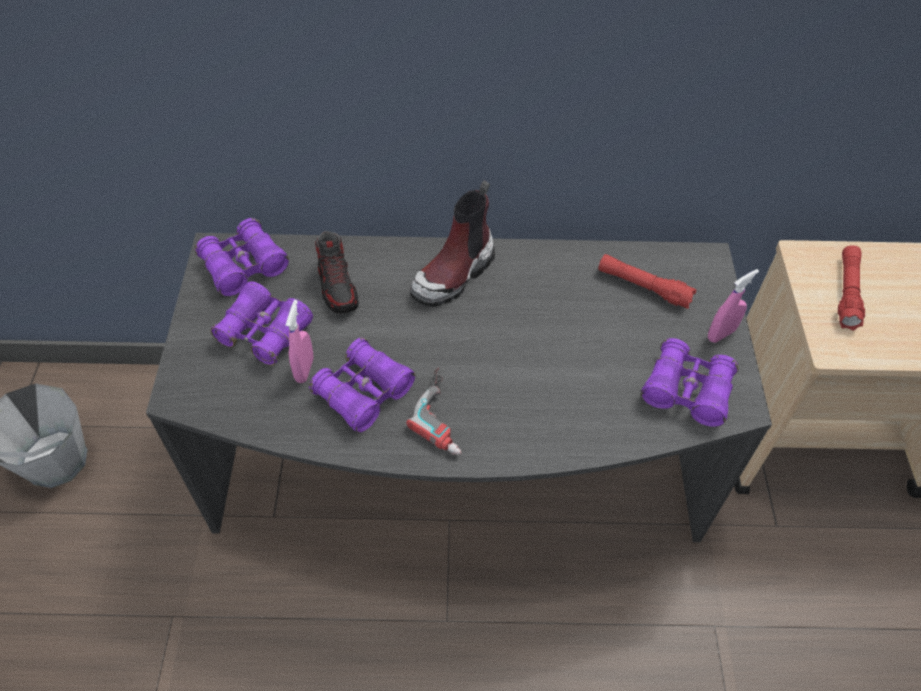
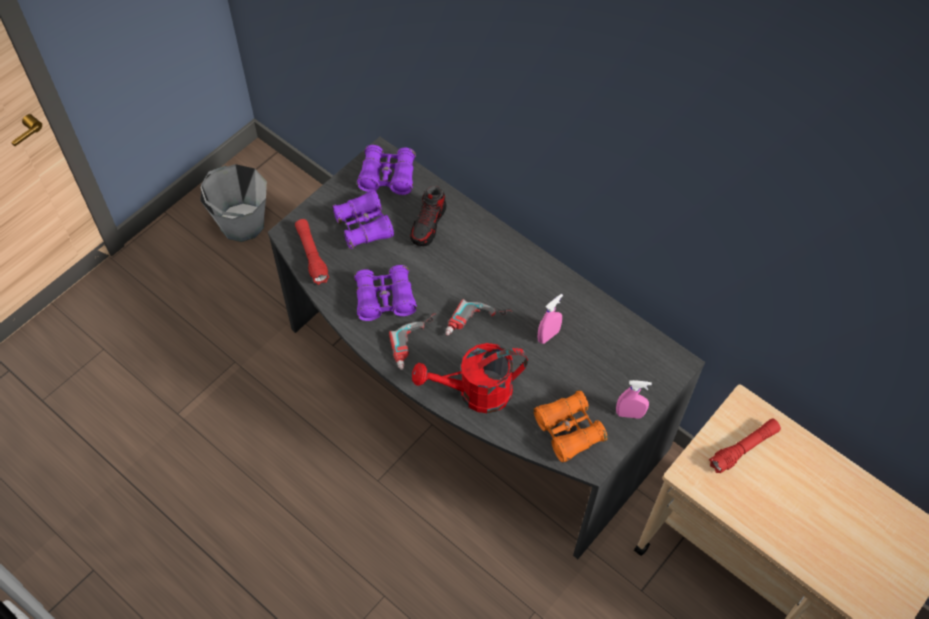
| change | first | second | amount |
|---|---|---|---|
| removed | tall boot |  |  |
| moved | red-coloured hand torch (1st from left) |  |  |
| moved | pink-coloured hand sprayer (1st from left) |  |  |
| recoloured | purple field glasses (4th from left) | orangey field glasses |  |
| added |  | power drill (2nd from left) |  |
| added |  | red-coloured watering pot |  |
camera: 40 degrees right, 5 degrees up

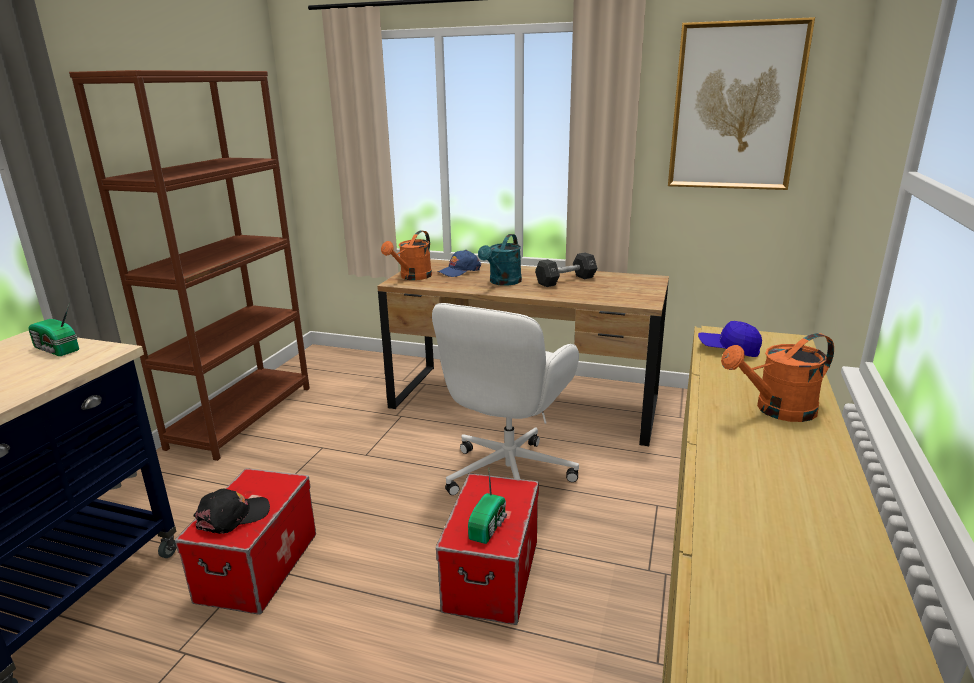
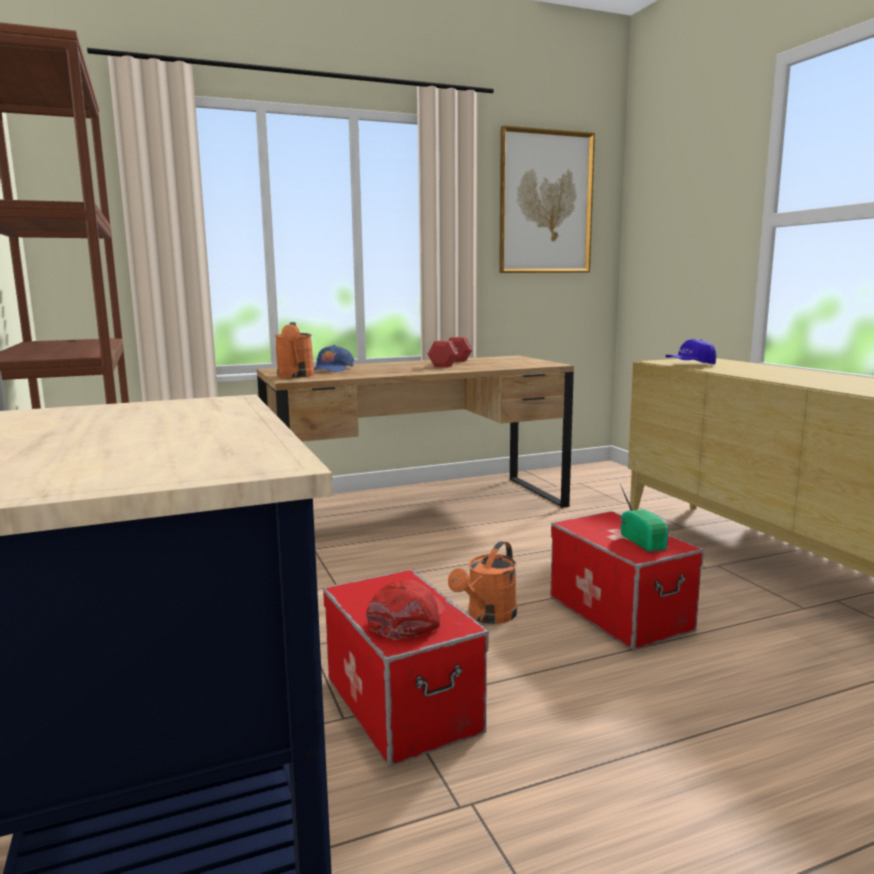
| change | first | second | amount |
|---|---|---|---|
| removed | turquoise watering pot |  |  |
| recoloured | blackish dumbbell | red-coloured dumbbell |  |
| removed | radio set (1st from left) |  |  |
| removed | white computer chair |  |  |
| moved | orangey watering pot (2nd from left) |  |  |
| recoloured | blackish cap | red-coloured cap |  |
camera: 40 degrees left, 10 degrees down

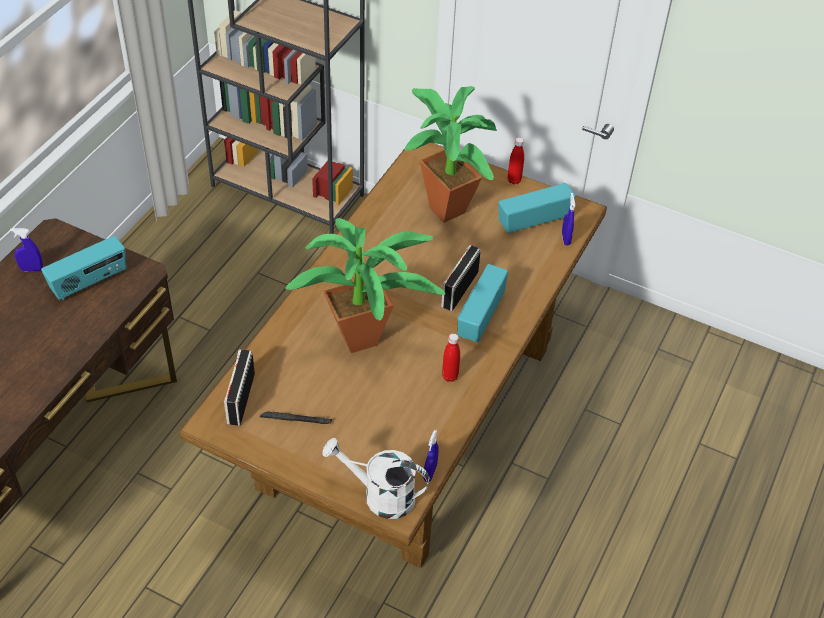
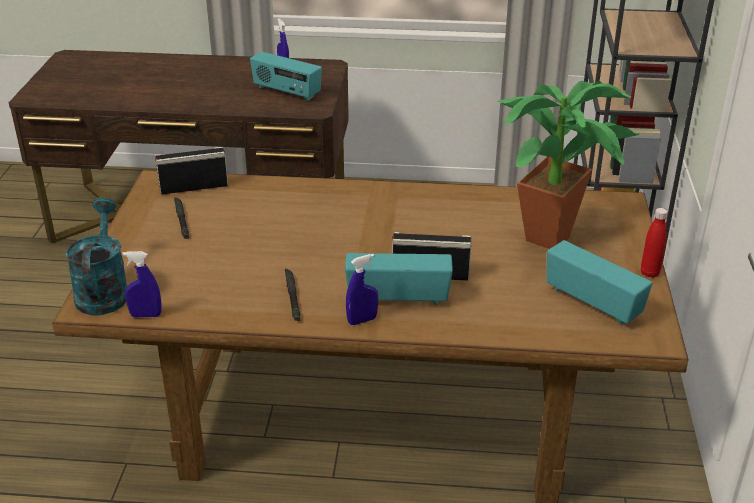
| change | first | second | amount |
|---|---|---|---|
| moved | blue-coloured hand sprayer (3rd from left) |  |  |
| removed | plant in a pot (1st from left) |  |  |
| replaced | red-coloured drink bottle (1st from left) | blackish hand torch (2nd from left) |  |
| recoloured | white watering pot | turquoise watering pot |  |
camera: 70 degrees right, 15 degrees down

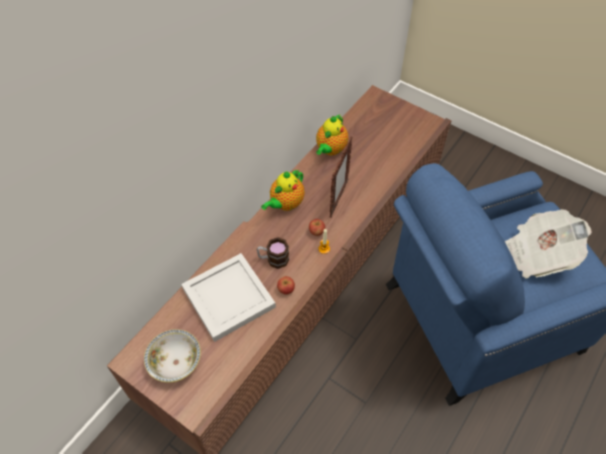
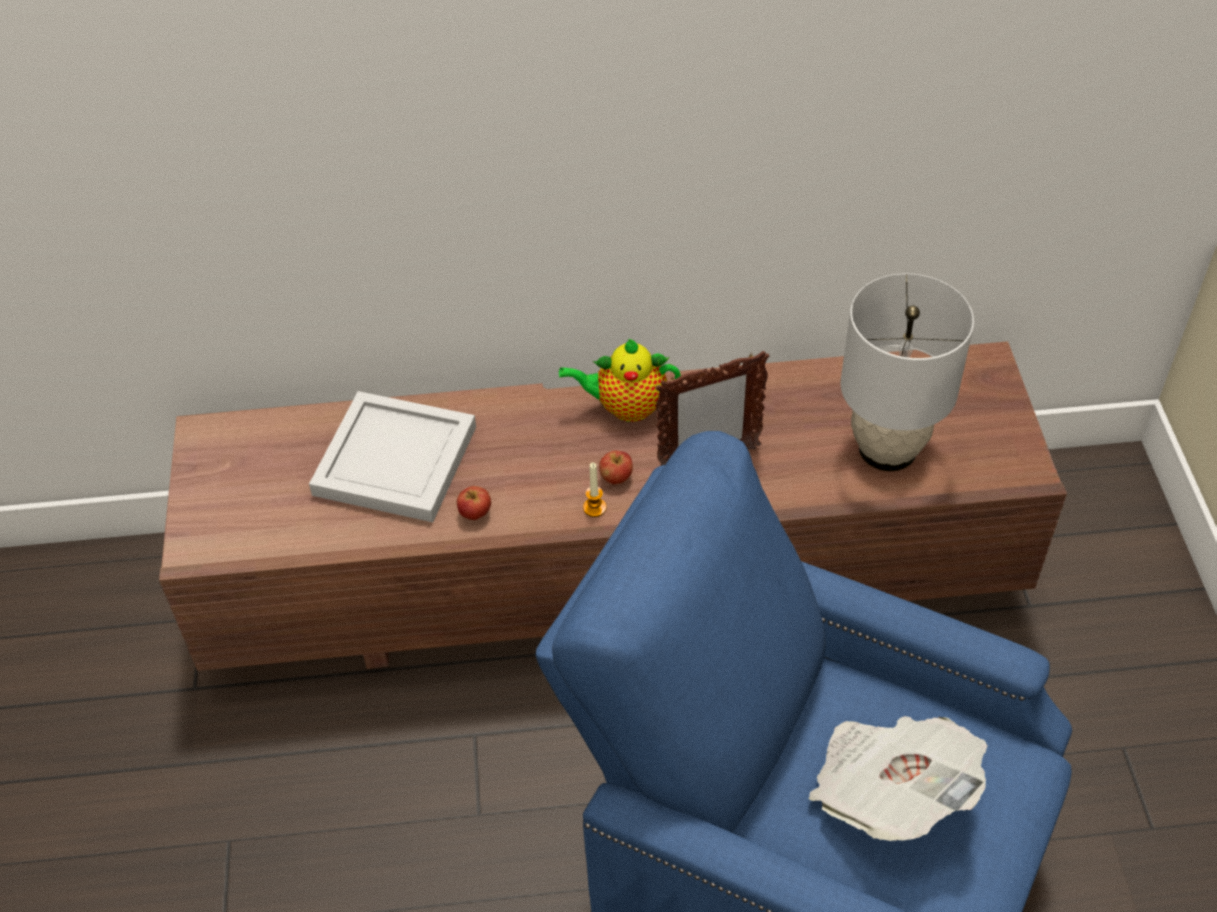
| change | first | second | amount |
|---|---|---|---|
| removed | tea pot (2nd from left) |  |  |
| removed | tea mug |  |  |
| removed | bowl |  |  |
| added |  | white table lamp |  |
camera: 50 degrees right, 5 degrees down

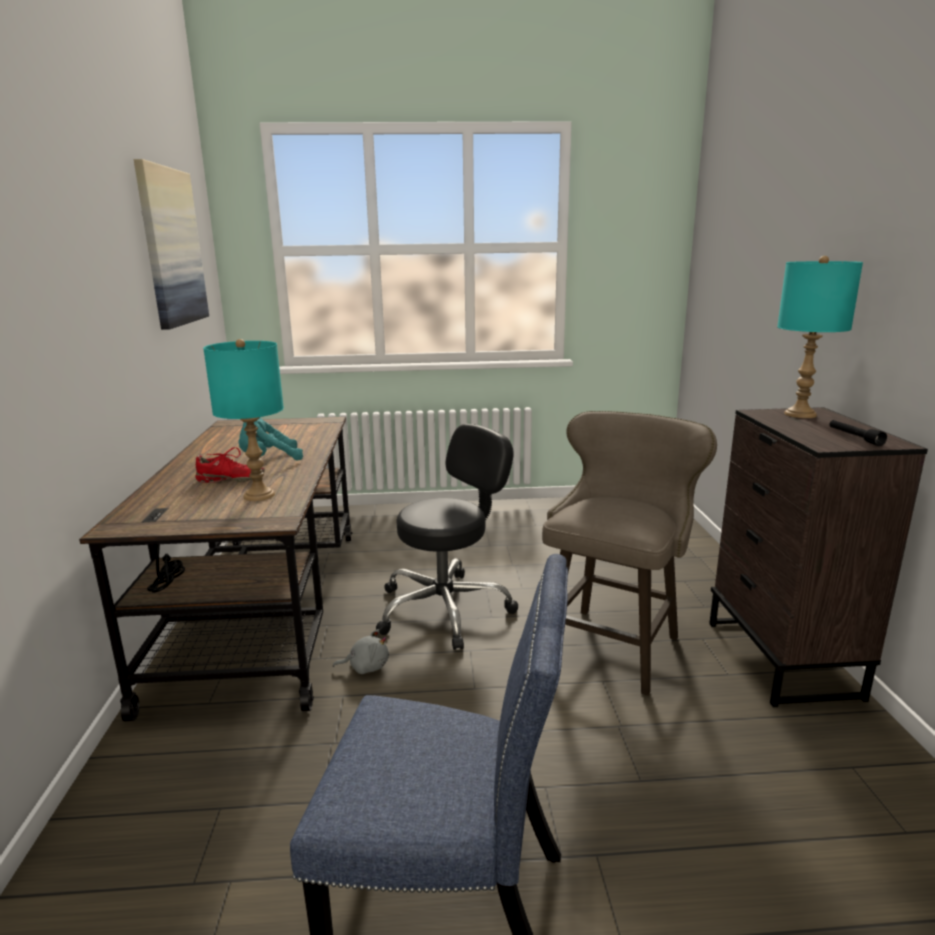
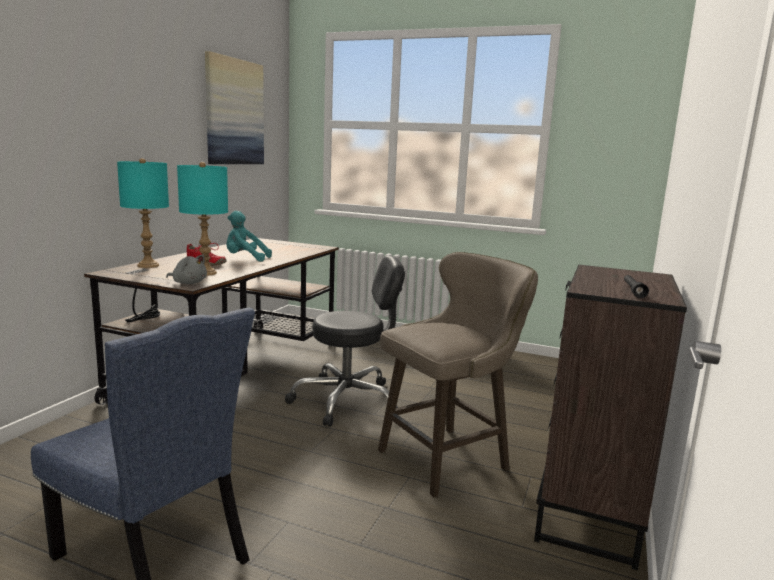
| change | first | second | amount |
|---|---|---|---|
| moved | turquoise table lamp (2nd from left in the first image) | turquoise table lamp (1st from left) |  |
| moved | greyish cuddly toy |  |  |
camera: 25 degrees right, 5 degrees down

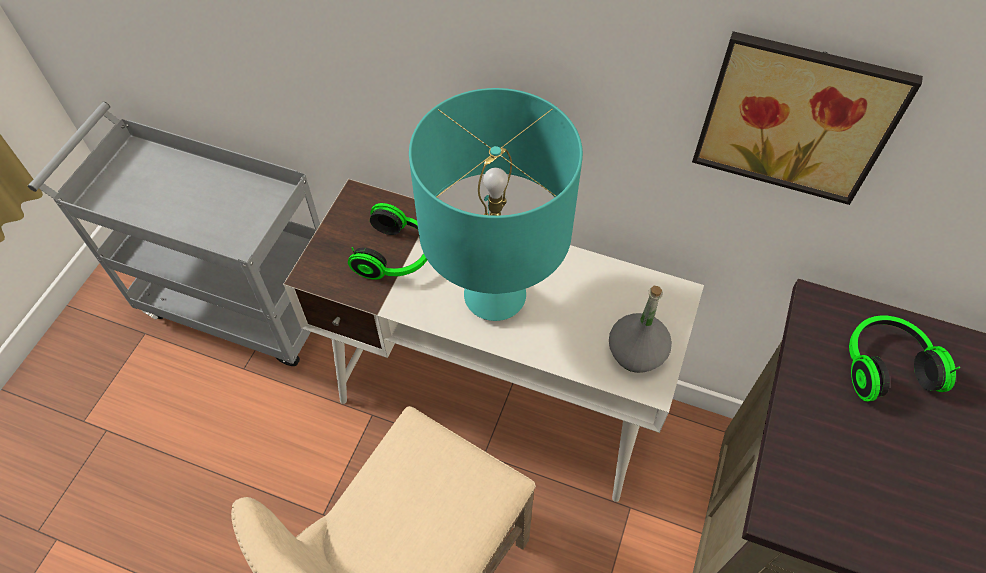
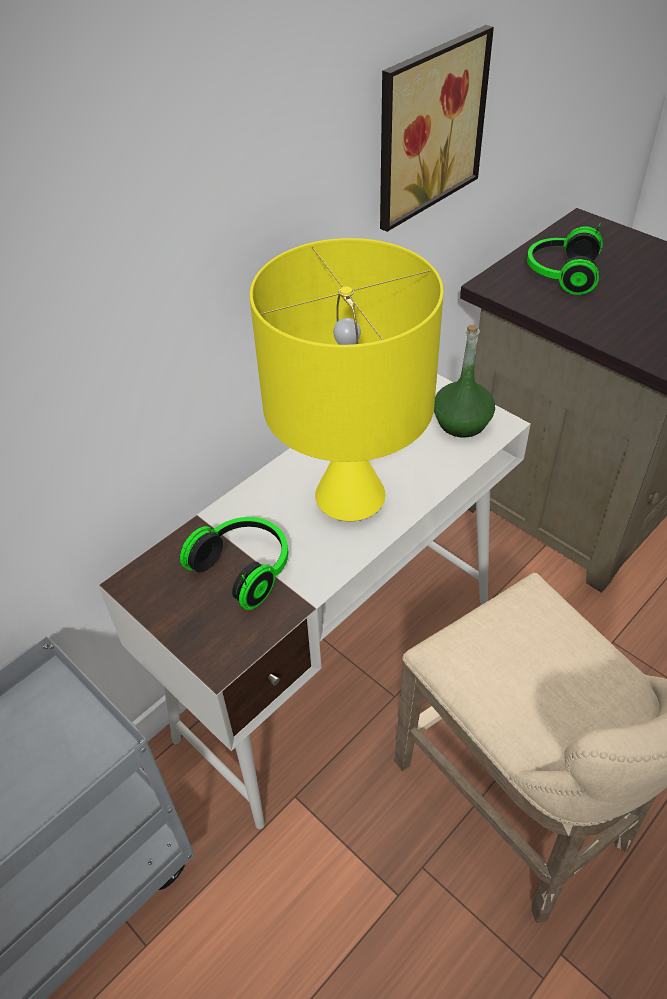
| change | first | second | amount |
|---|---|---|---|
| recoloured | turquoise table lamp | yellowish table lamp |  |
| recoloured | greyish drink bottle | green-coloured drink bottle |  |
camera: 65 degrees left, 10 degrees down

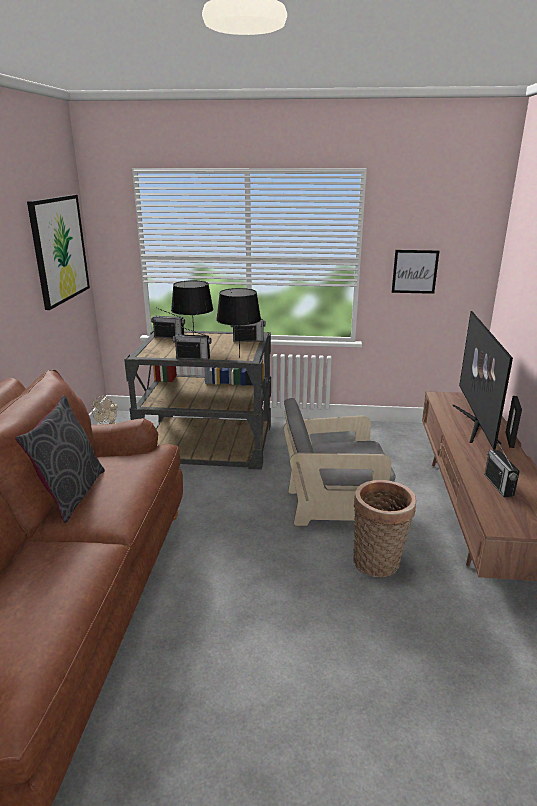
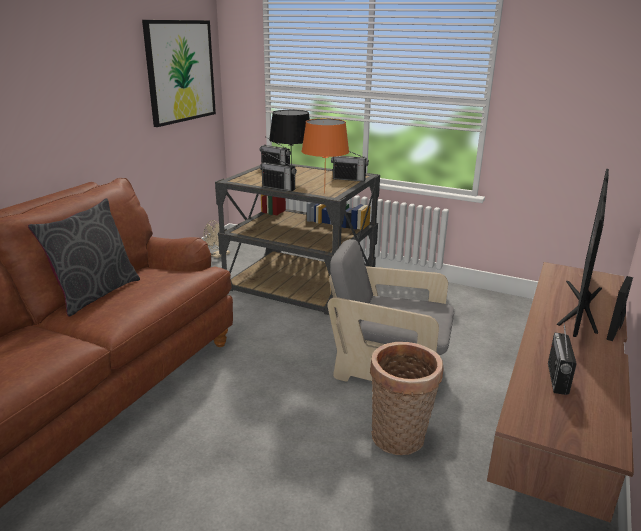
| change | first | second | amount |
|---|---|---|---|
| removed | picture (2nd from left) |  |  |
| recoloured | blackish table lamp (2nd from left) | orangey table lamp |  |
camera: 20 degrees right, 0 degrees up

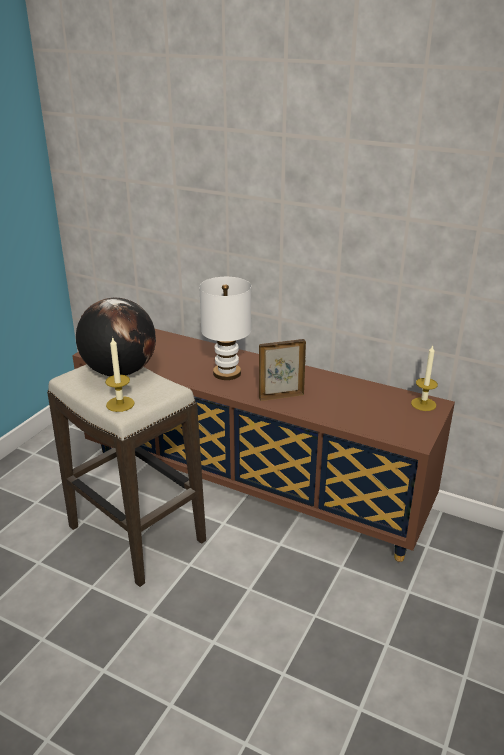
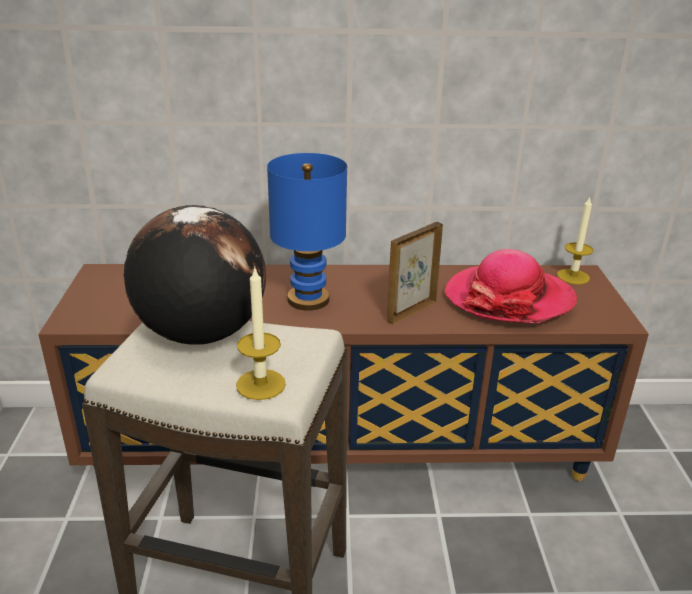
| change | first | second | amount |
|---|---|---|---|
| recoloured | white table lamp | blue-coloured table lamp |  |
| added |  | hat |  |
camera: 30 degrees left, 0 degrees up

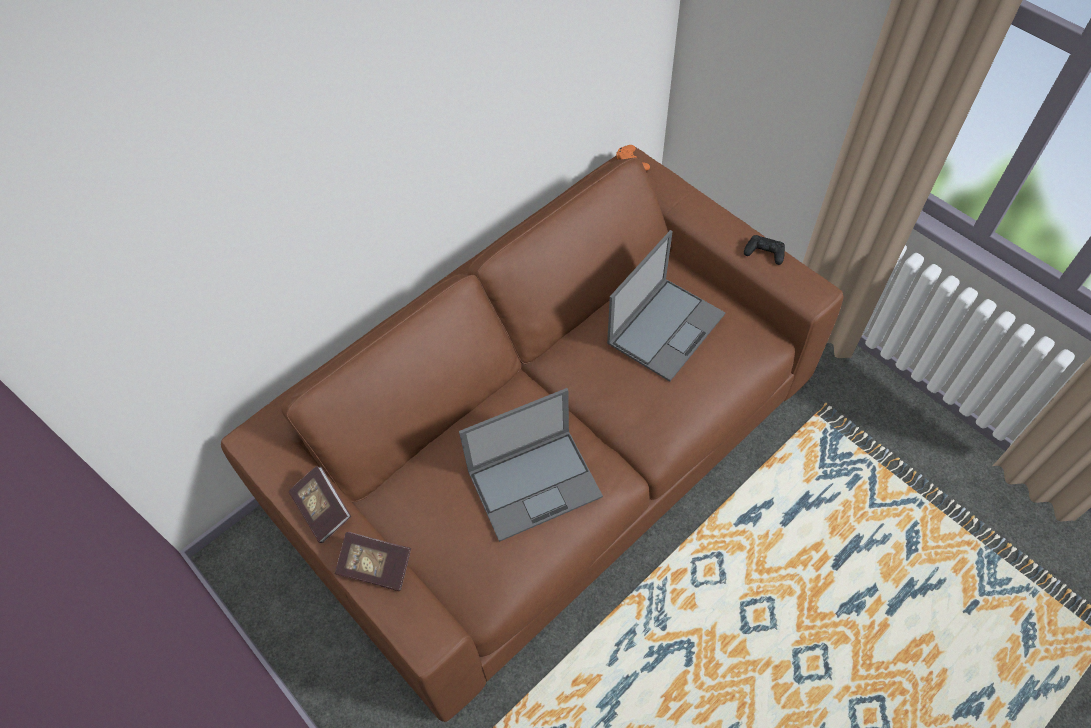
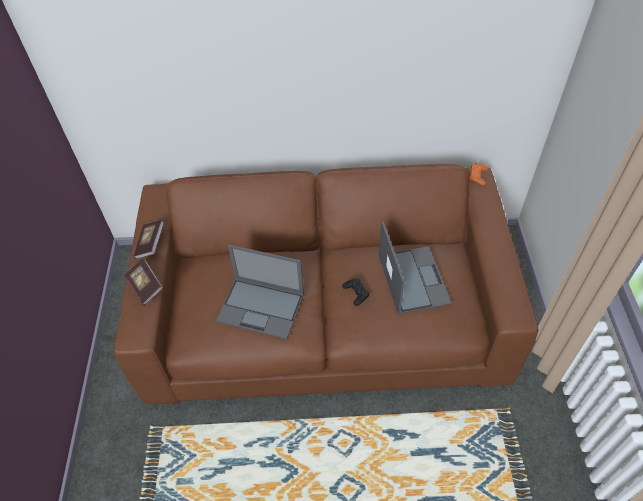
| change | first | second | amount |
|---|---|---|---|
| turned | portable computer (2nd from left) |  | 90 degrees counterclockwise |
| moved | blackish game controller |  |  |
camera: 40 degrees right, 5 degrees down

